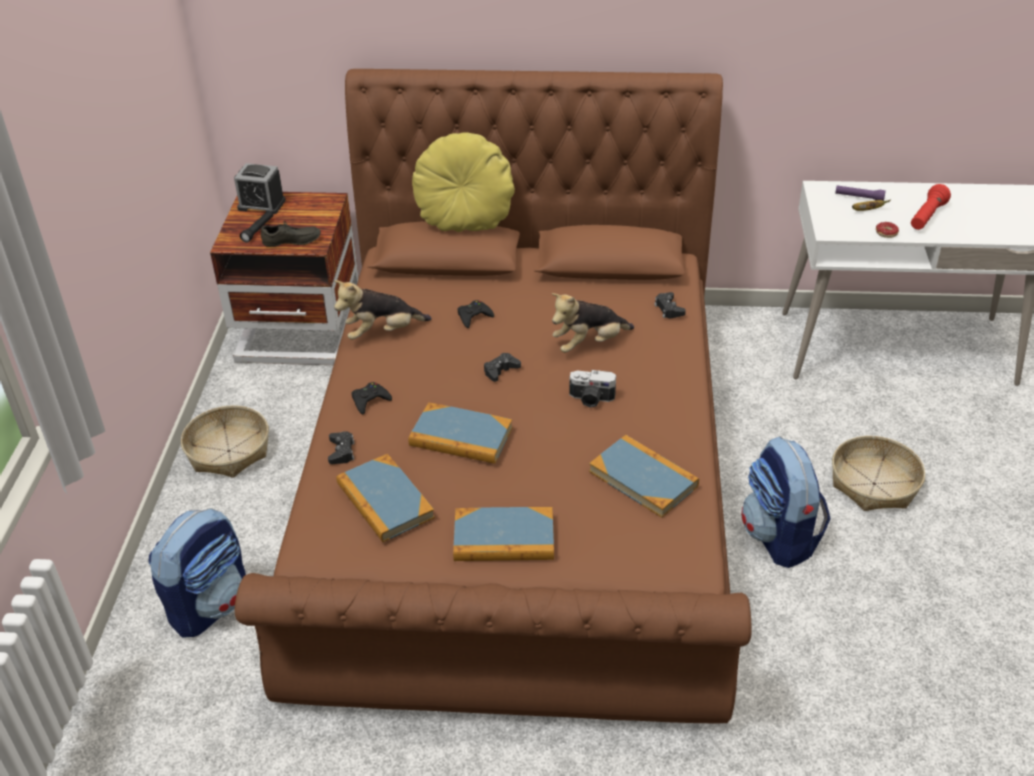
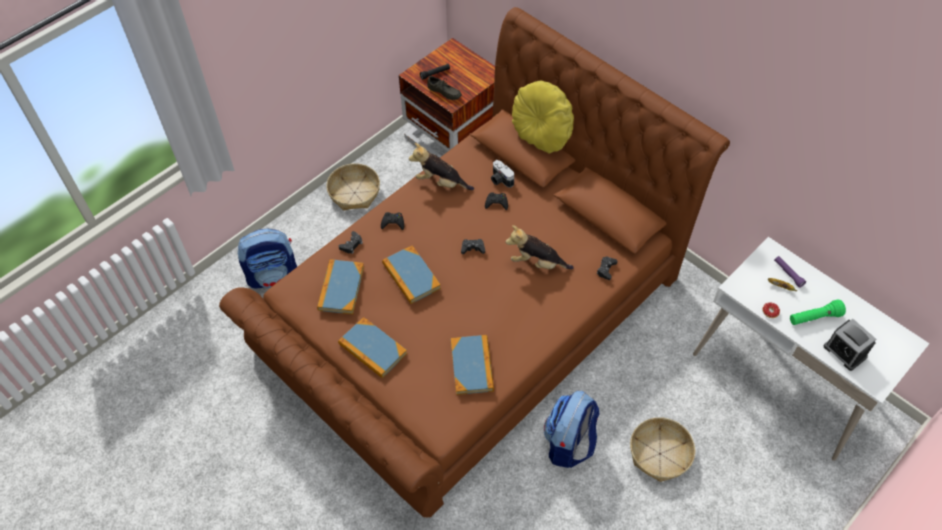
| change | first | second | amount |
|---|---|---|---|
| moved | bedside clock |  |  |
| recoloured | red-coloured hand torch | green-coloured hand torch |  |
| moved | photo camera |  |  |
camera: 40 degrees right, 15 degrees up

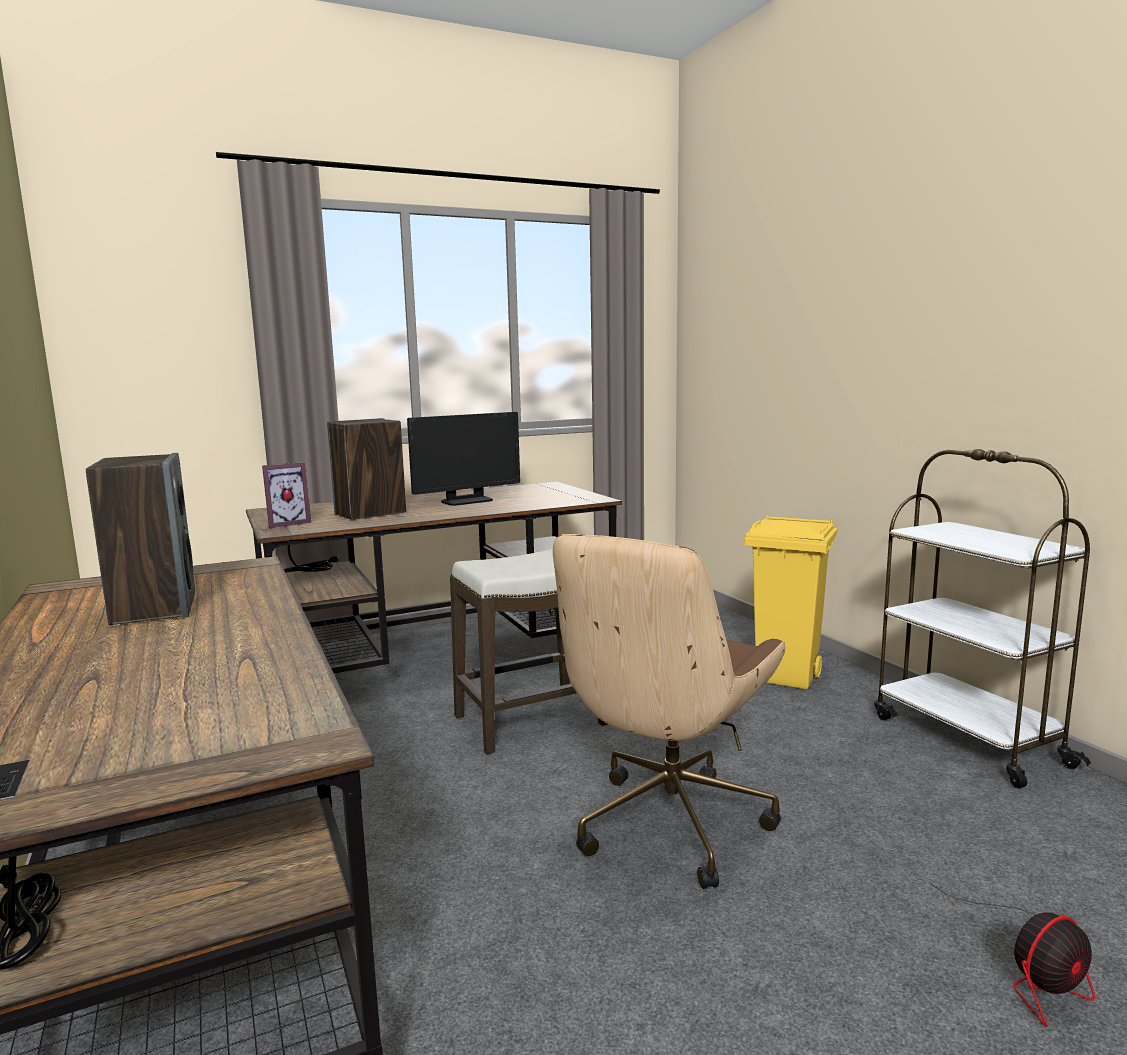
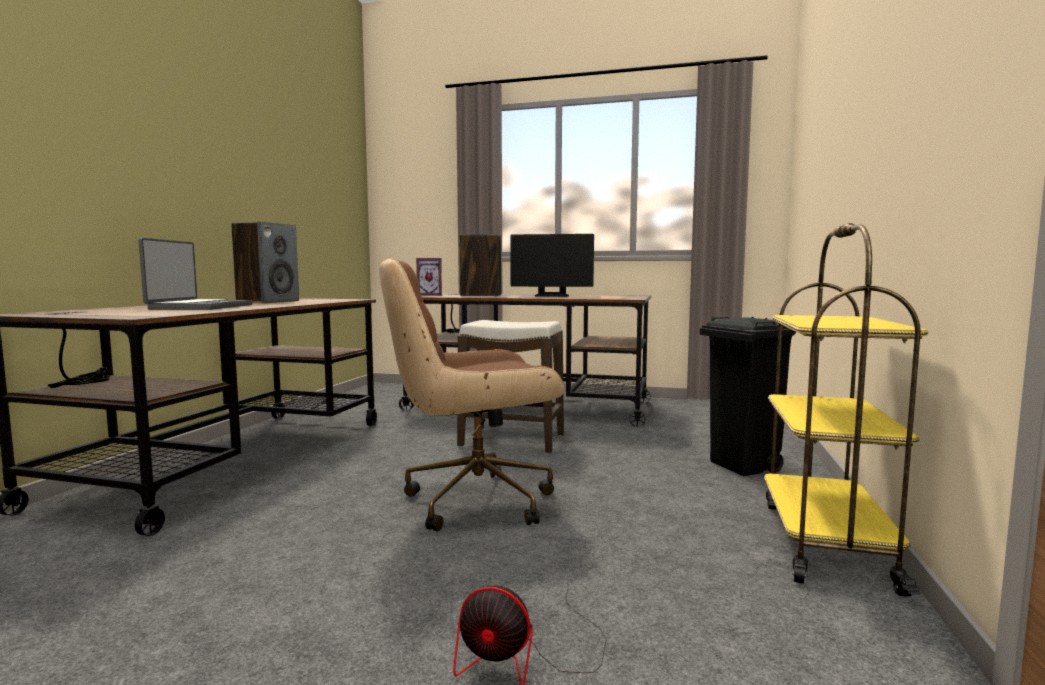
| change | first | second | amount |
|---|---|---|---|
| recoloured | white wheeled cart | yellowish wheeled cart |  |
| recoloured | yellowish waste bin | blackish waste bin |  |
| added |  | portable computer |  |
camera: 40 degrees right, 5 degrees down

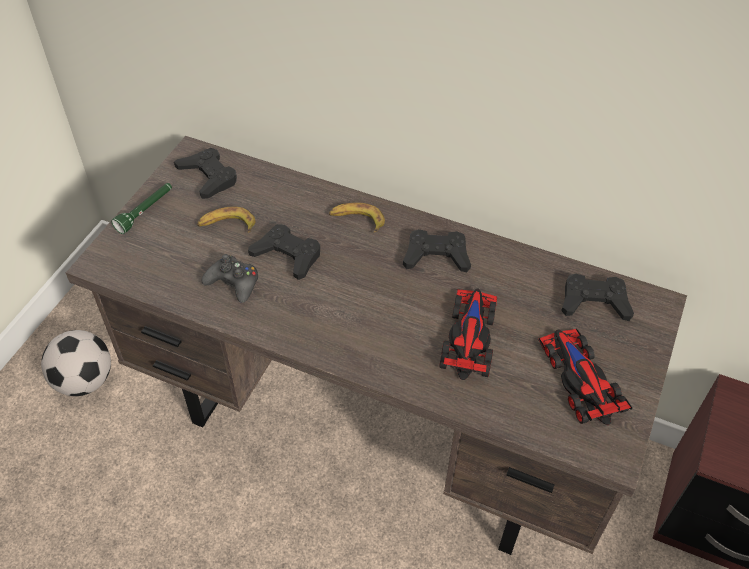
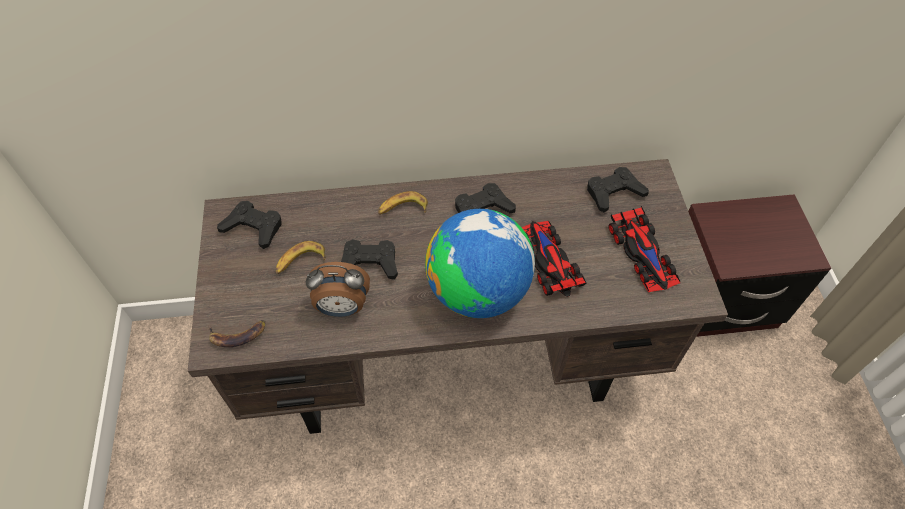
| change | first | second | amount |
|---|---|---|---|
| removed | green-coloured hand torch |  |  |
| replaced | blackish game controller (2nd from left) | bedside clock |  |
| turned | toy car (2nd from left) |  | 150 degrees counterclockwise |
| removed | football |  |  |
| added |  | world globe |  |
| added |  | banana fruit (1st from left) |  |
camera: 30 degrees left, 5 degrees up

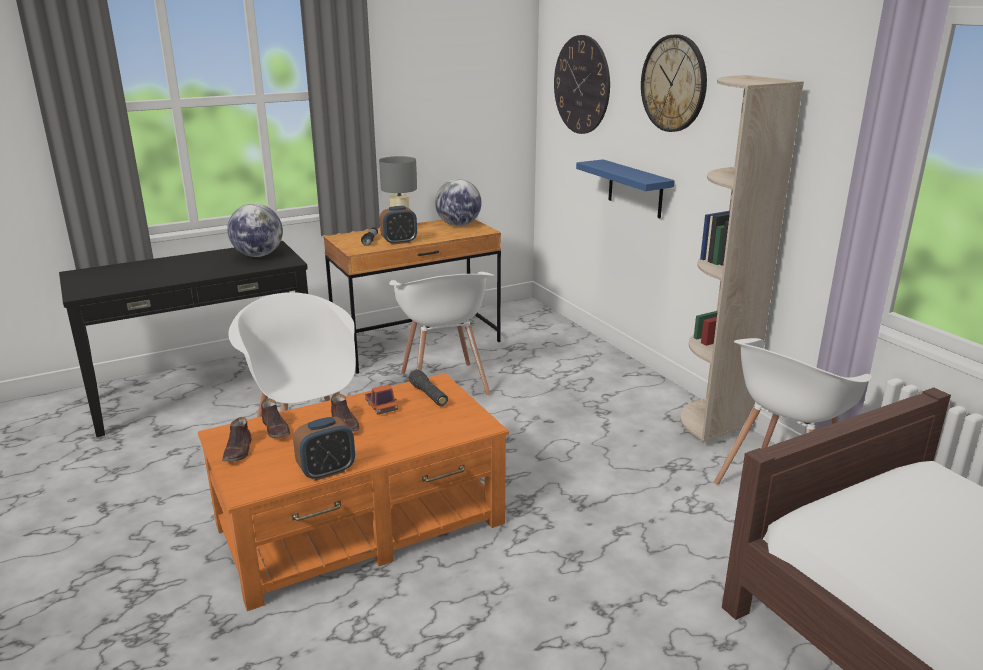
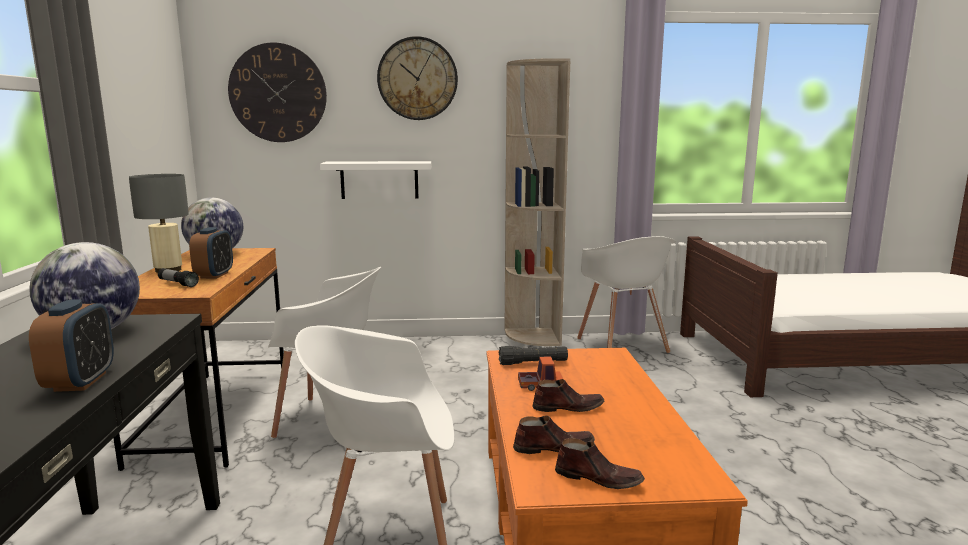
| change | first | second | amount |
|---|---|---|---|
| recoloured | blue-coloured wall shelf | white wall shelf |  |
| moved | bedside clock (1st from left) |  |  |
camera: 65 degrees left, 10 degrees down

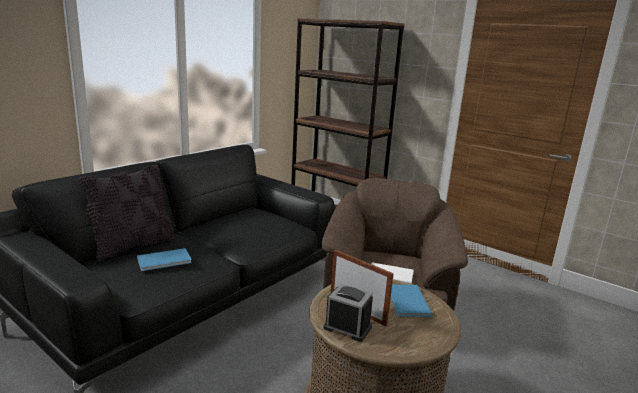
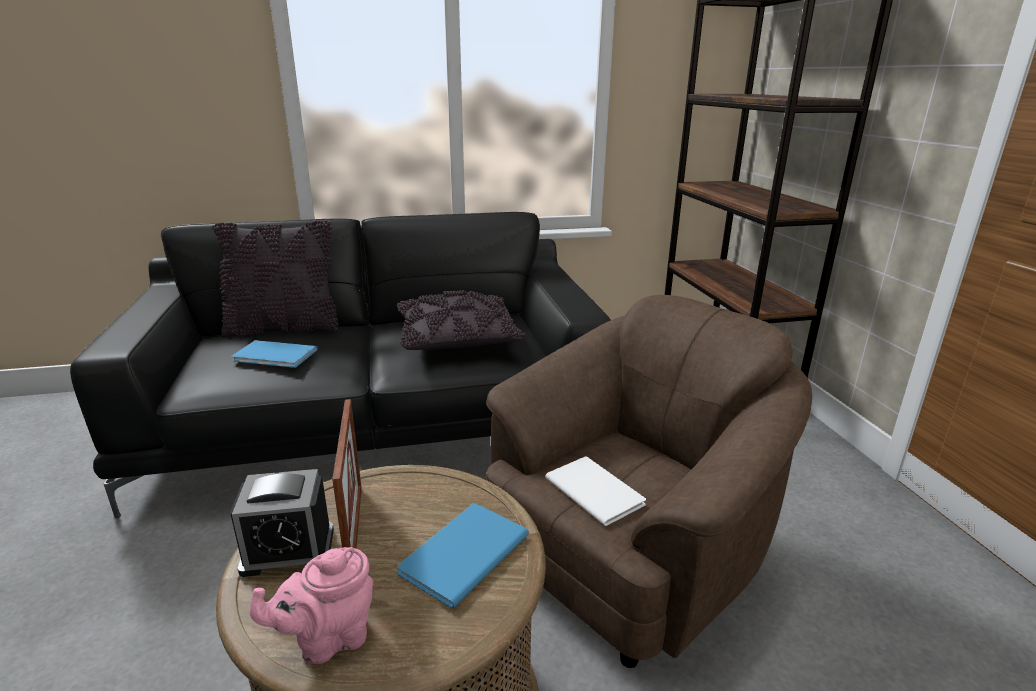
| change | first | second | amount |
|---|---|---|---|
| turned | bedside clock |  | 105 degrees clockwise |
| added |  | blackish pillow (2nd from left) |  |
| added |  | pink-coloured tea pot |  |
camera: 40 degrees right, 5 degrees up

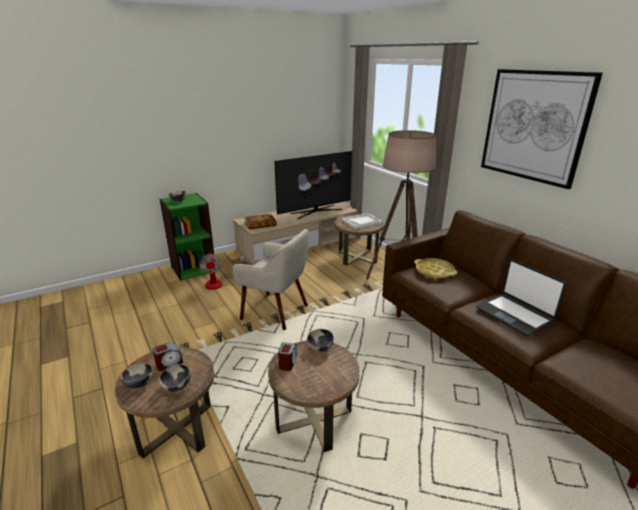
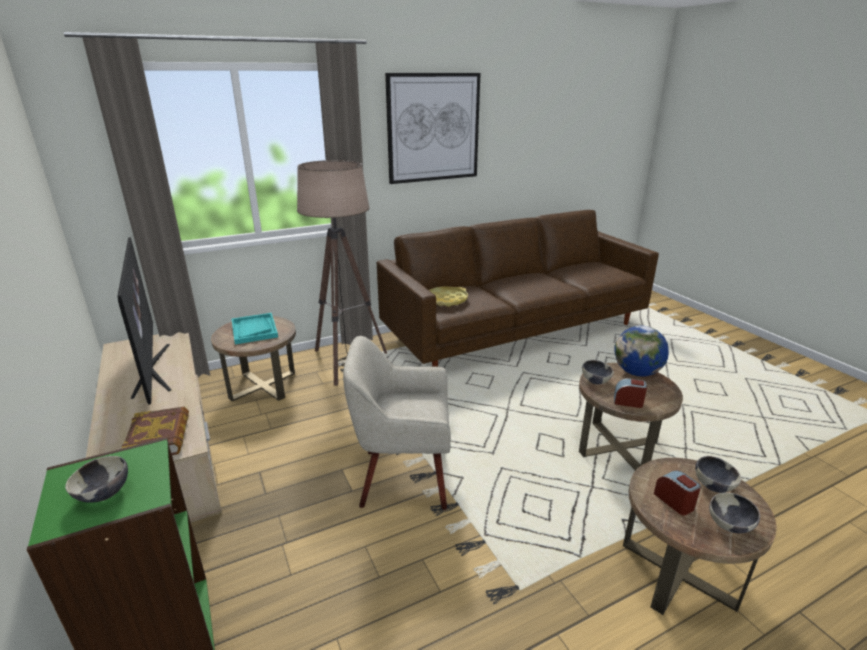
| change | first | second | amount |
|---|---|---|---|
| recoloured | white carrying tray | turquoise carrying tray |  |
| turned | sand-coloured easy chair |  | 120 degrees counterclockwise |
| removed | cooling fan |  |  |
| removed | portable computer |  |  |
| added |  | world globe |  |
camera: 85 degrees left, 0 degrees up

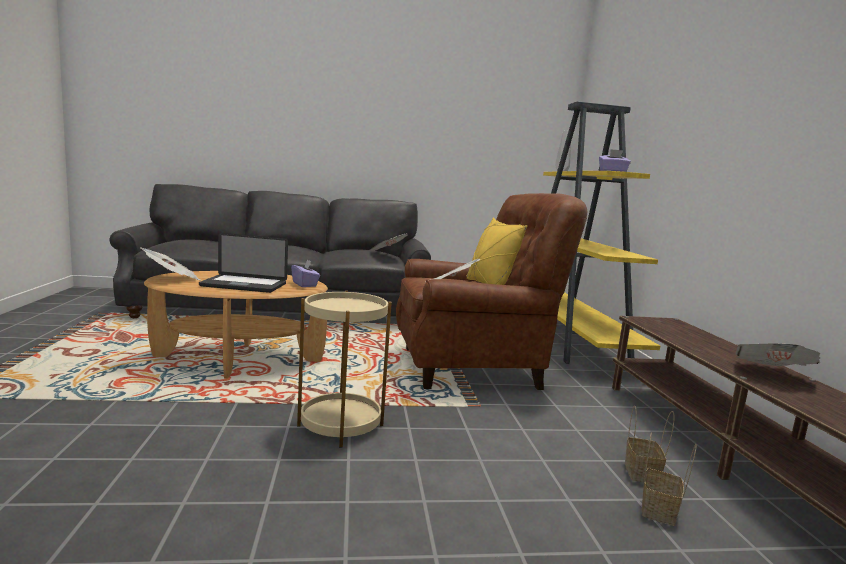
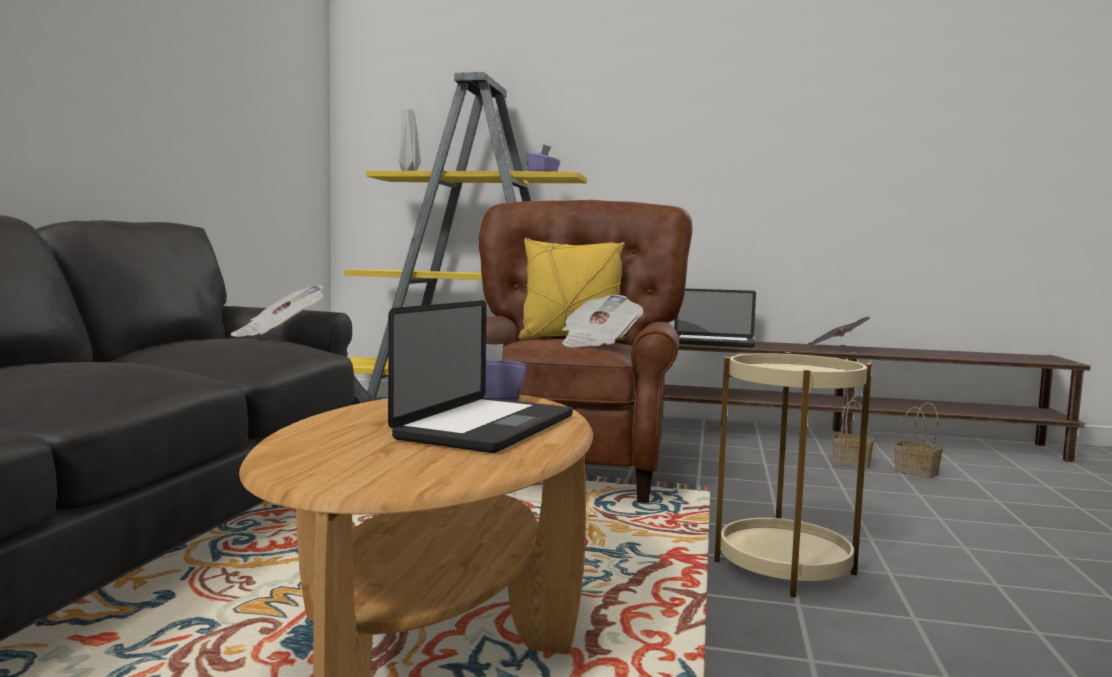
| change | first | second | amount |
|---|---|---|---|
| removed | printed paper (1st from left) |  |  |
| added |  | portable computer (2nd from left) |  |
camera: 70 degrees left, 5 degrees down

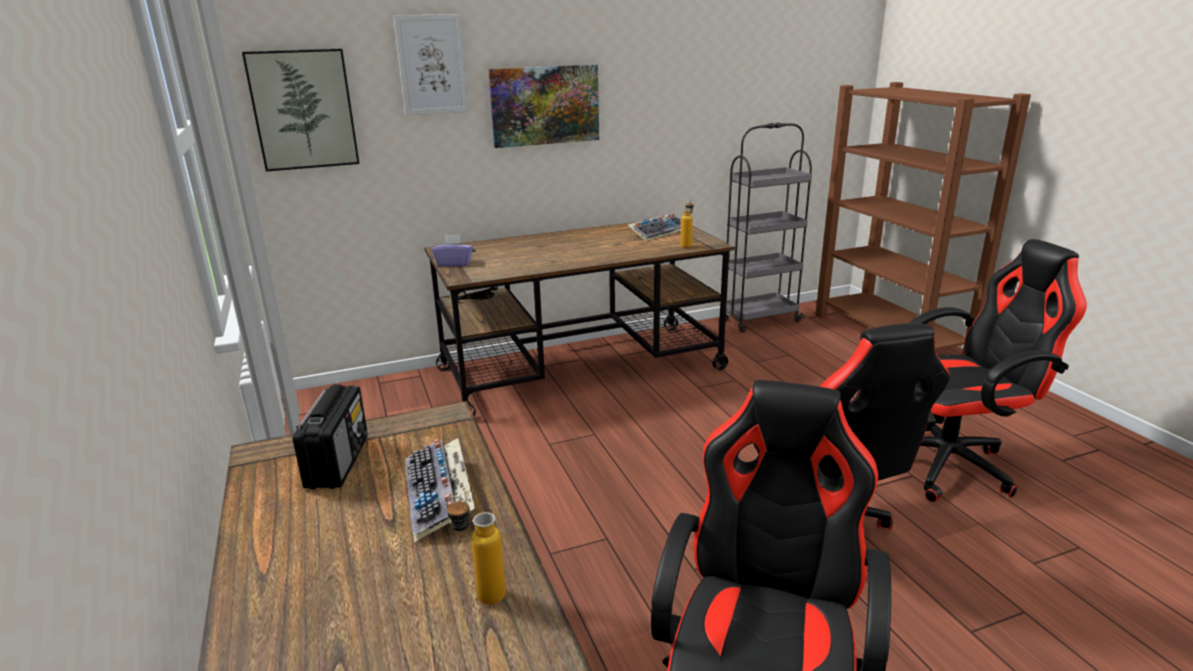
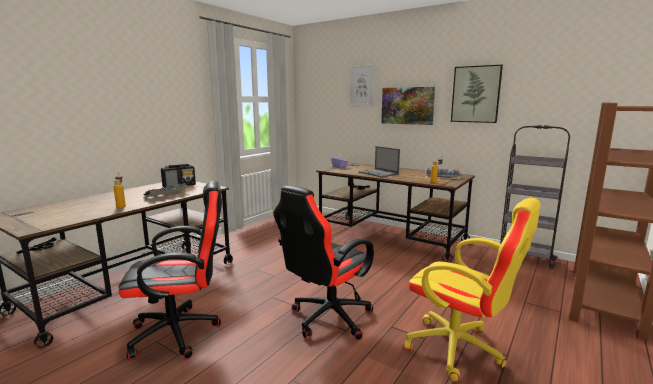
| change | first | second | amount |
|---|---|---|---|
| moved | picture (1st from left in the first image) | picture (3rd from left) |  |
| recoloured | blackish computer chair (3rd from left) | yellowish computer chair |  |
| added |  | portable computer |  |
camera: 55 degrees right, 10 degrees down

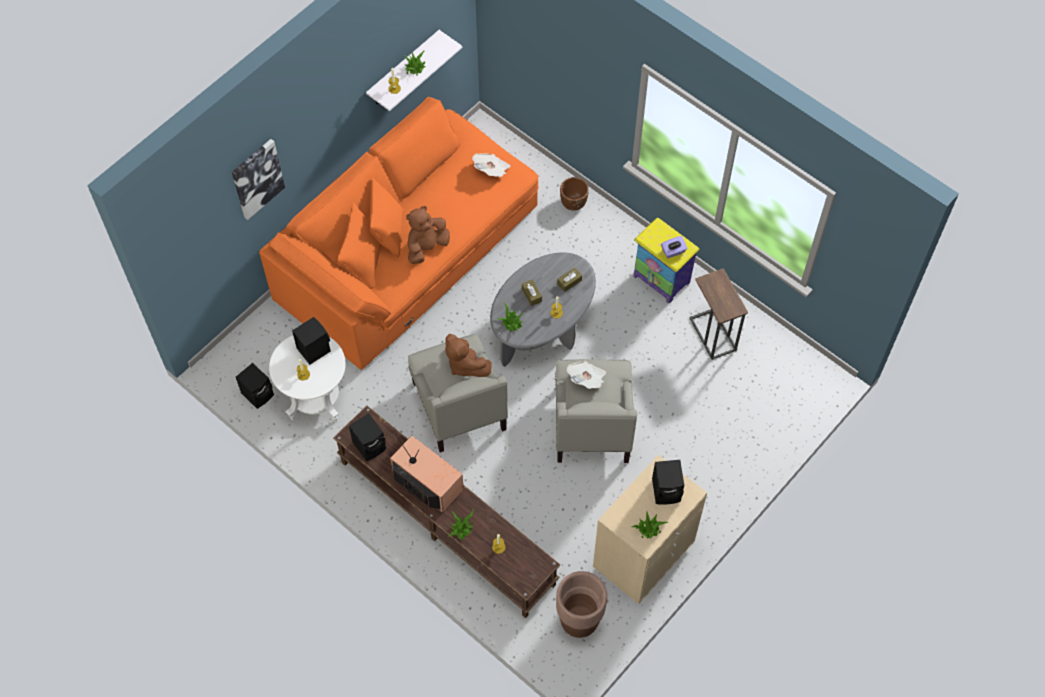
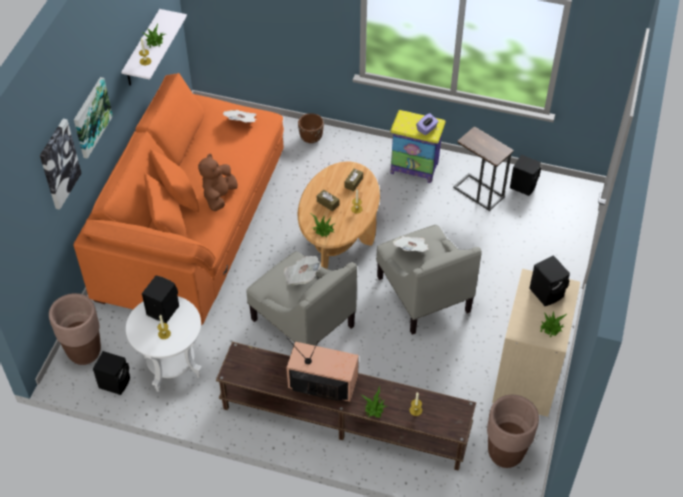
| change | first | second | amount |
|---|---|---|---|
| recoloured | greyish coffee table | brown coffee table |  |
| replaced | brown cuddly toy (2nd from left) | printed paper (2nd from left) |  |
| moved | blackish speaker (3rd from left) |  |  |
| added |  | picture (2nd from left) |  |
| added |  | brown planter (1st from left) |  |
camera: 25 degrees left, 10 degrees down

